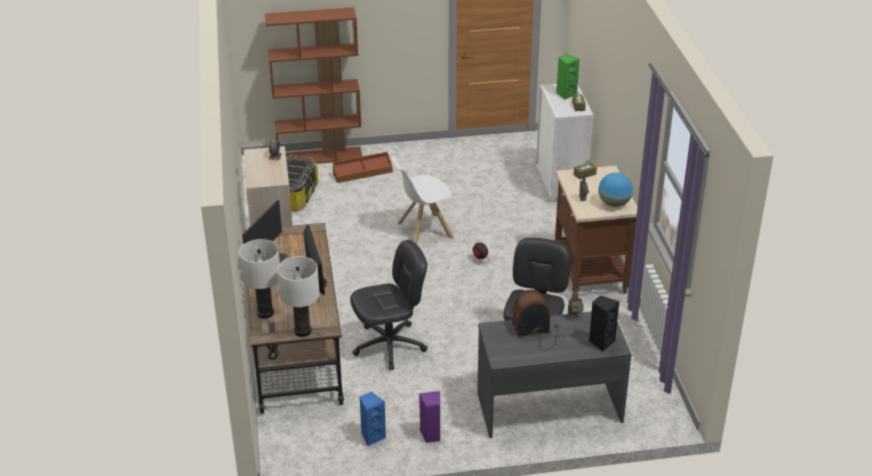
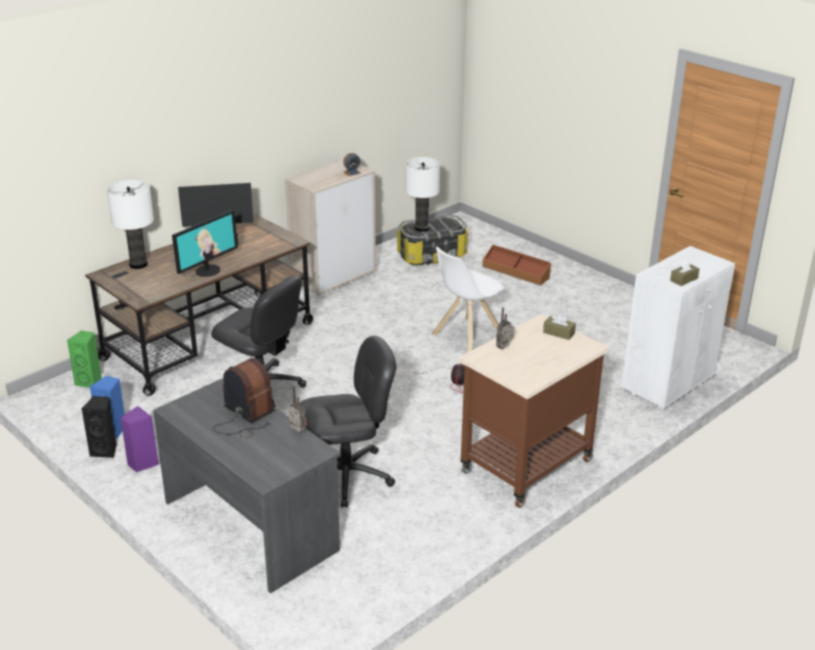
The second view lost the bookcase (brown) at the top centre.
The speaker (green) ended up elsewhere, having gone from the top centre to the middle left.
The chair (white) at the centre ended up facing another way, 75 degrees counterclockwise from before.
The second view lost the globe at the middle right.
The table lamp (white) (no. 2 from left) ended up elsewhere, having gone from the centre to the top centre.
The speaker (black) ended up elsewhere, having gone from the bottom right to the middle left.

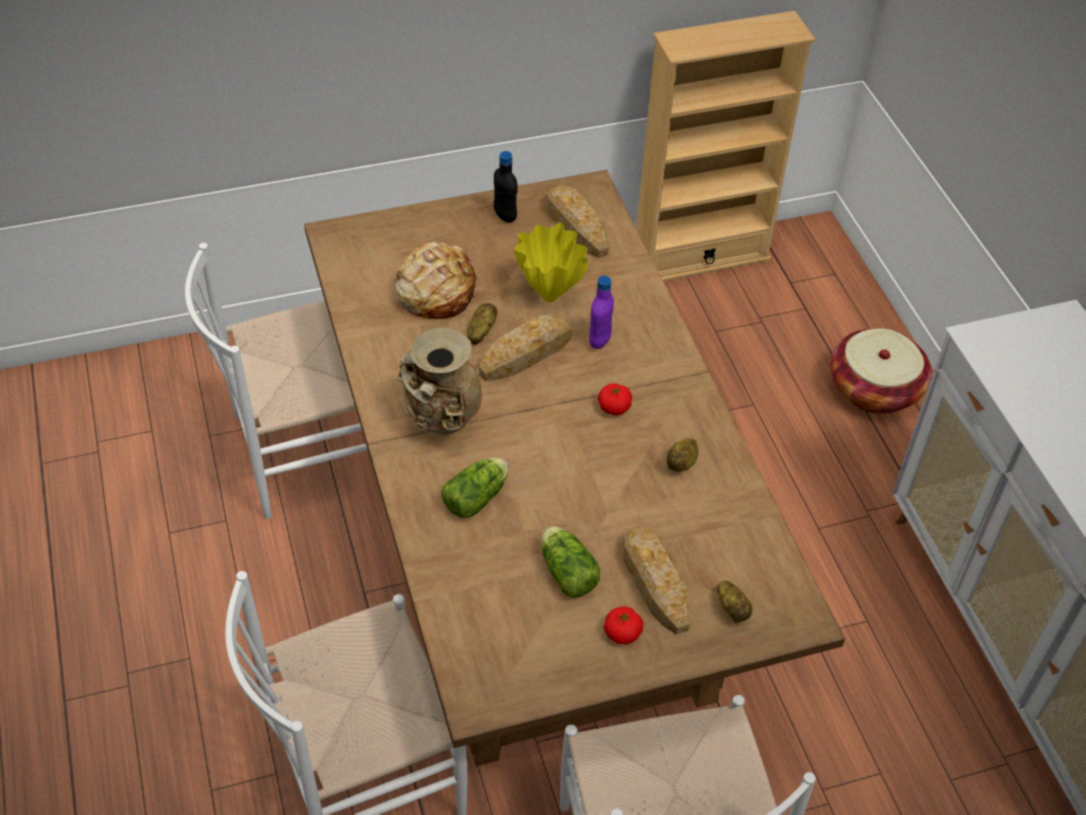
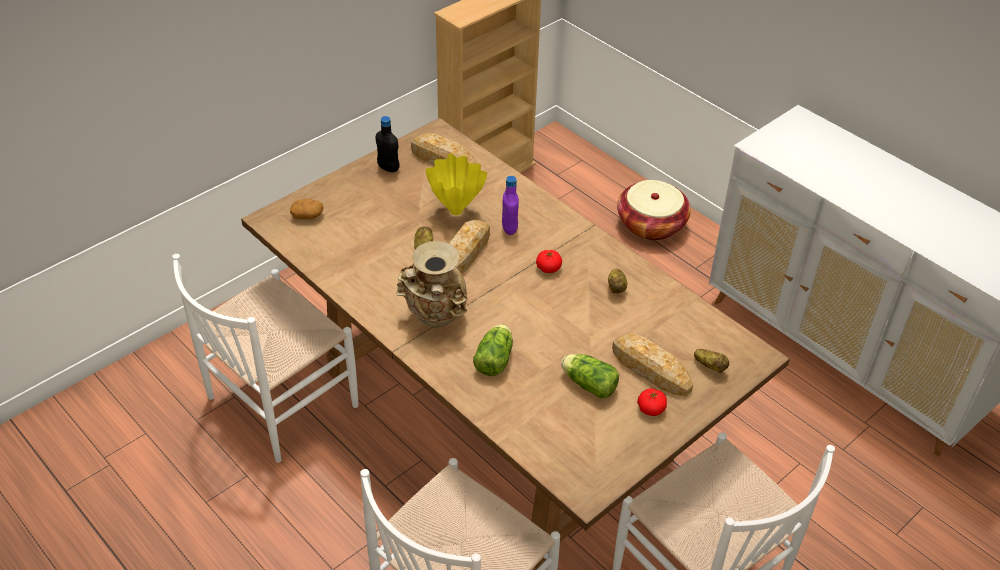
The second view lost the bread (no. 1 from left) at the centre.
The second view gained the potato (no. 1 from left) at the middle left.

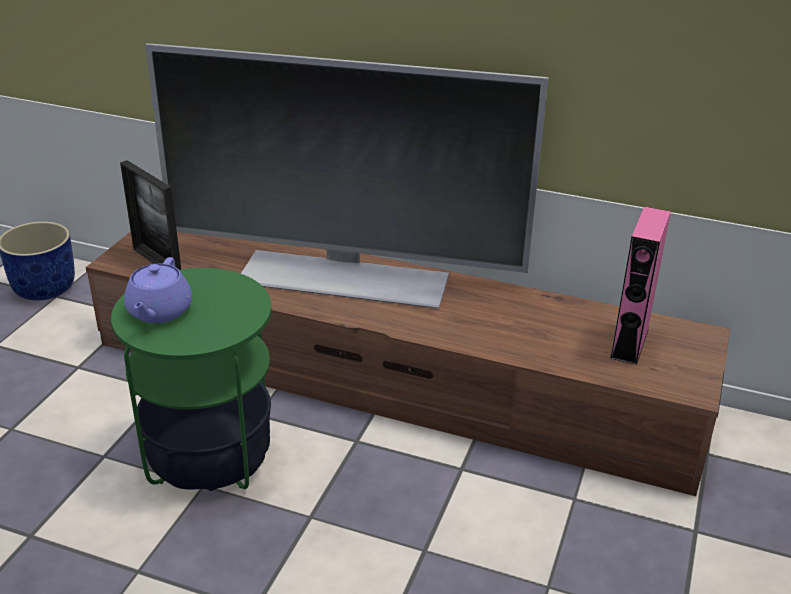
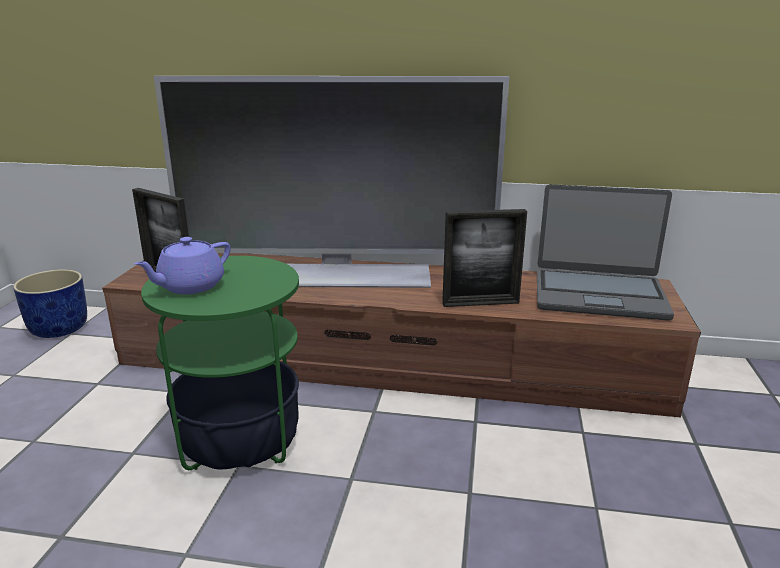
Where the speaker (pink) stood at the middle right, the laptop came to stand at the middle right.
The teapot (purple) at the middle left ended up facing another way, 45 degrees clockwise from before.
The second view gained the picture frame (no. 2 from left) at the centre.

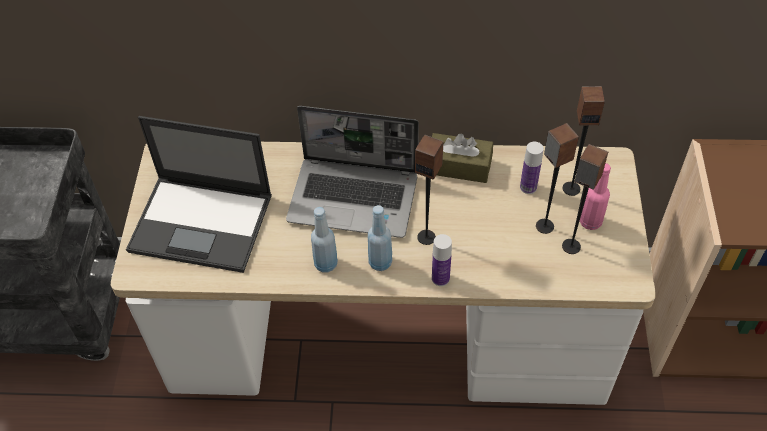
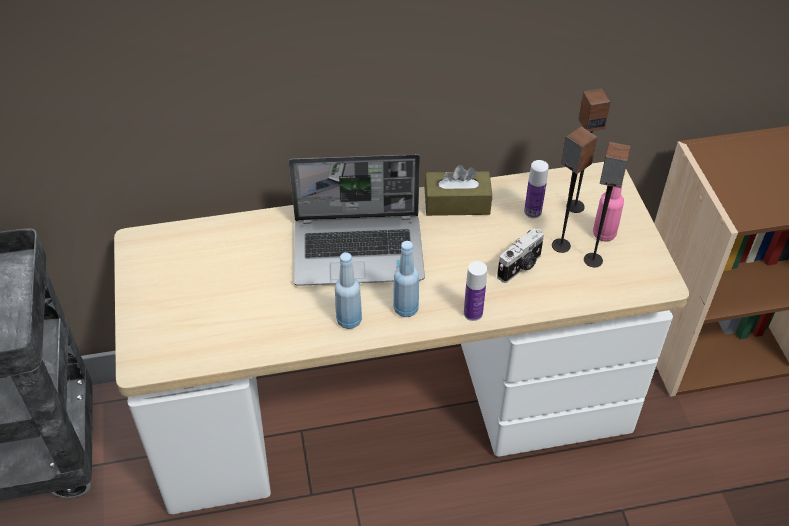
The second view lost the laptop (no. 1 from left) at the middle left.
The second view lost the speaker (no. 1 from left) at the centre.
The second view gained the photo camera at the centre.

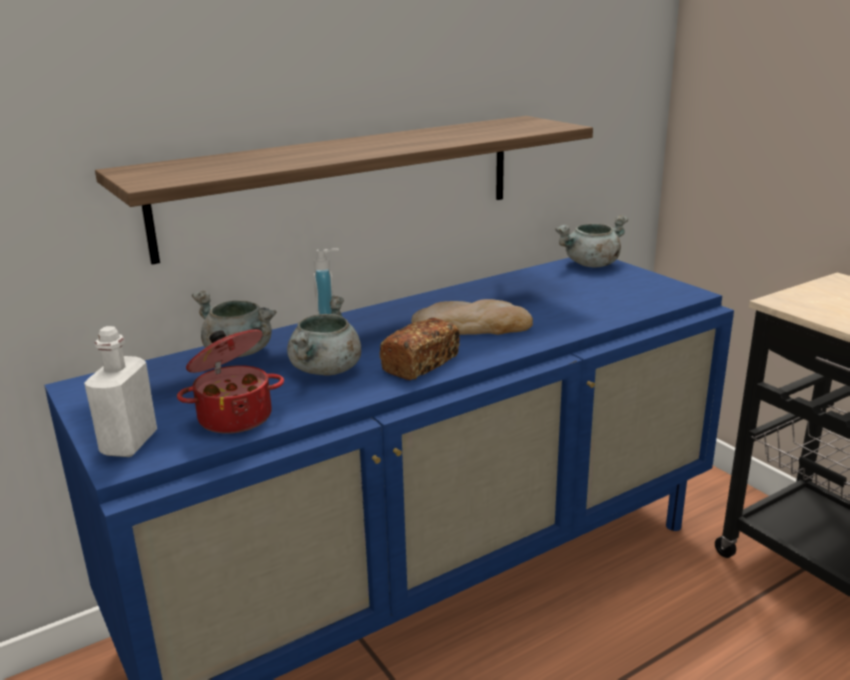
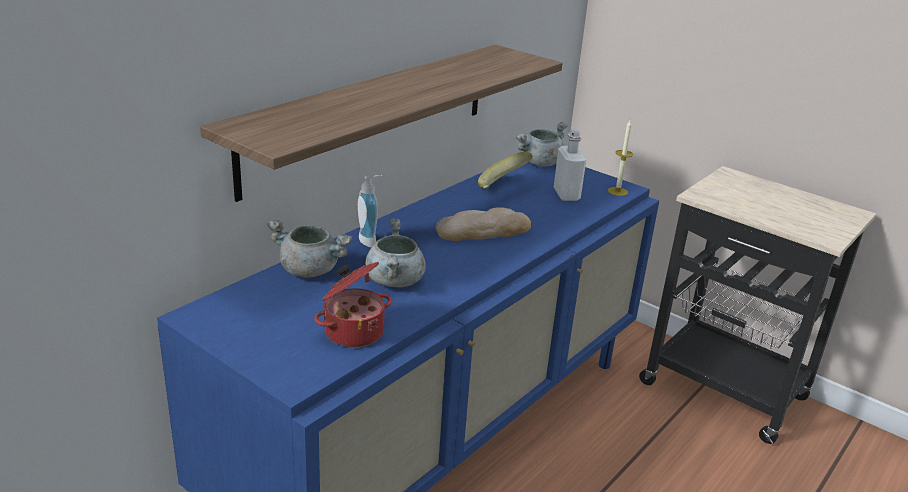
The second view lost the bread (no. 1 from left) at the centre.
The bottle (white) ended up elsewhere, having gone from the middle left to the centre.
The second view gained the candle at the top right.
The second view gained the banana at the centre.

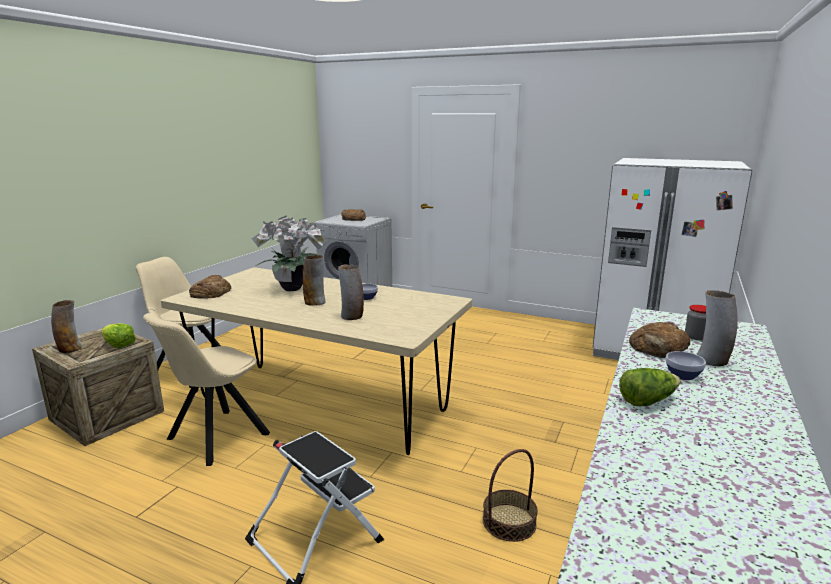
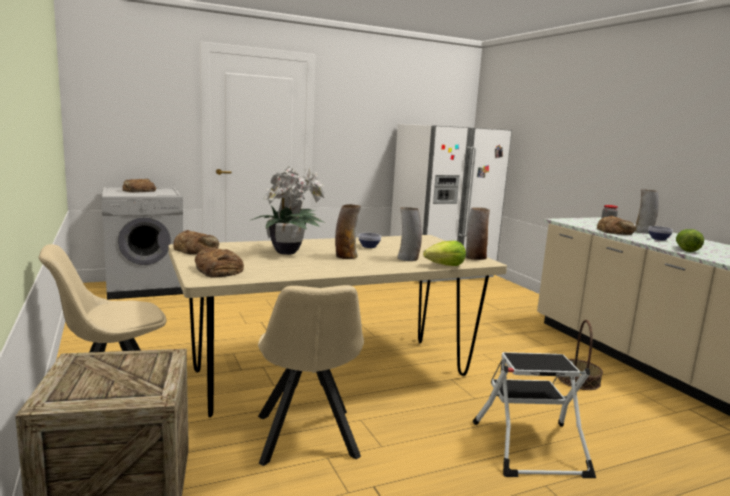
The vase (no. 1 from left in the first image) ended up elsewhere, having gone from the middle left to the centre.
The lettuce (no. 1 from left) ended up elsewhere, having gone from the middle left to the centre.
The second view gained the bread (no. 2 from left) at the middle left.

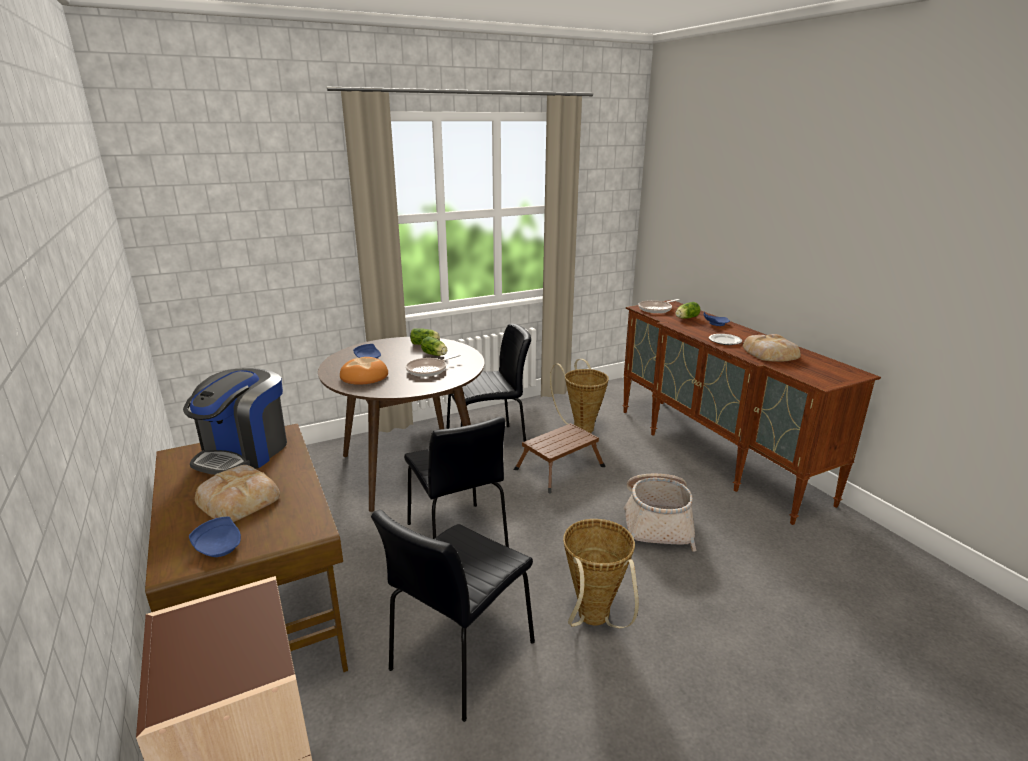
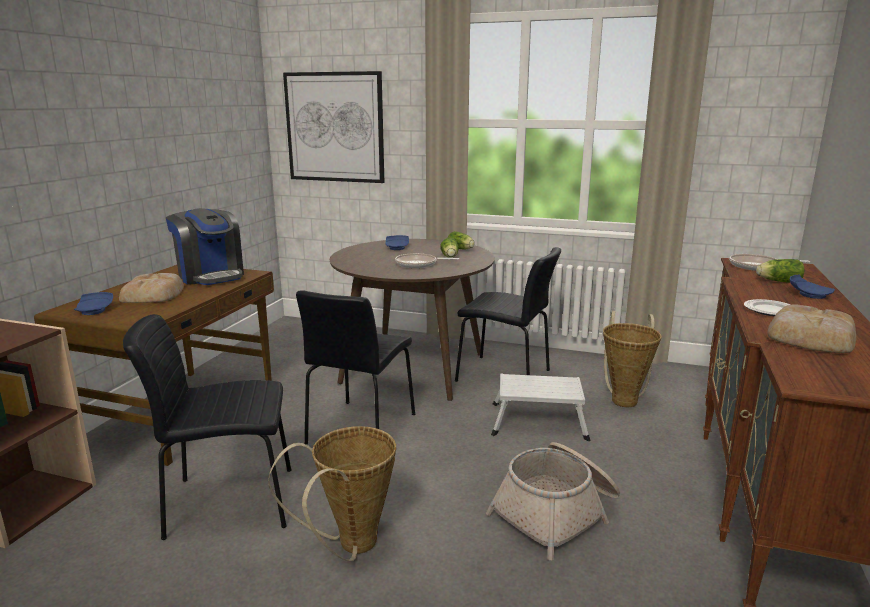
The second view lost the bread (no. 2 from left) at the centre.
The coffee machine at the middle left ended up facing another way, 105 degrees counterclockwise from before.
What was the step ladder (brown) at the centre turned into the step ladder (white) at the bottom centre.
The second view gained the picture at the top centre.

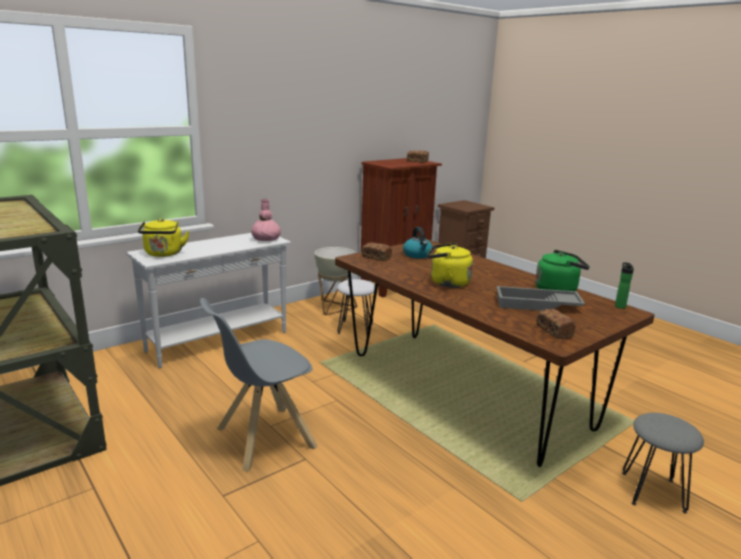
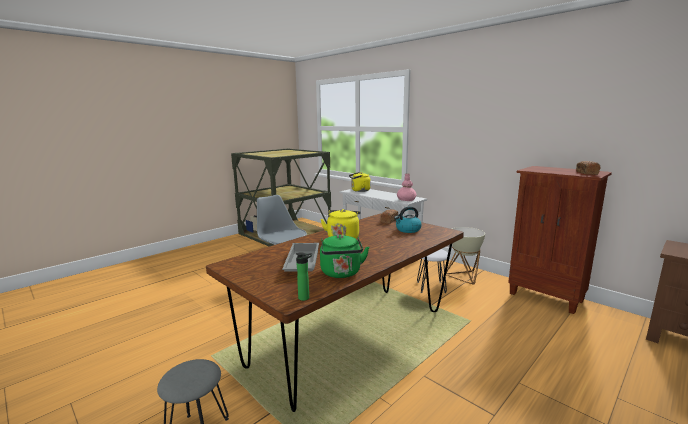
The second view lost the bread (no. 3 from left) at the middle right.

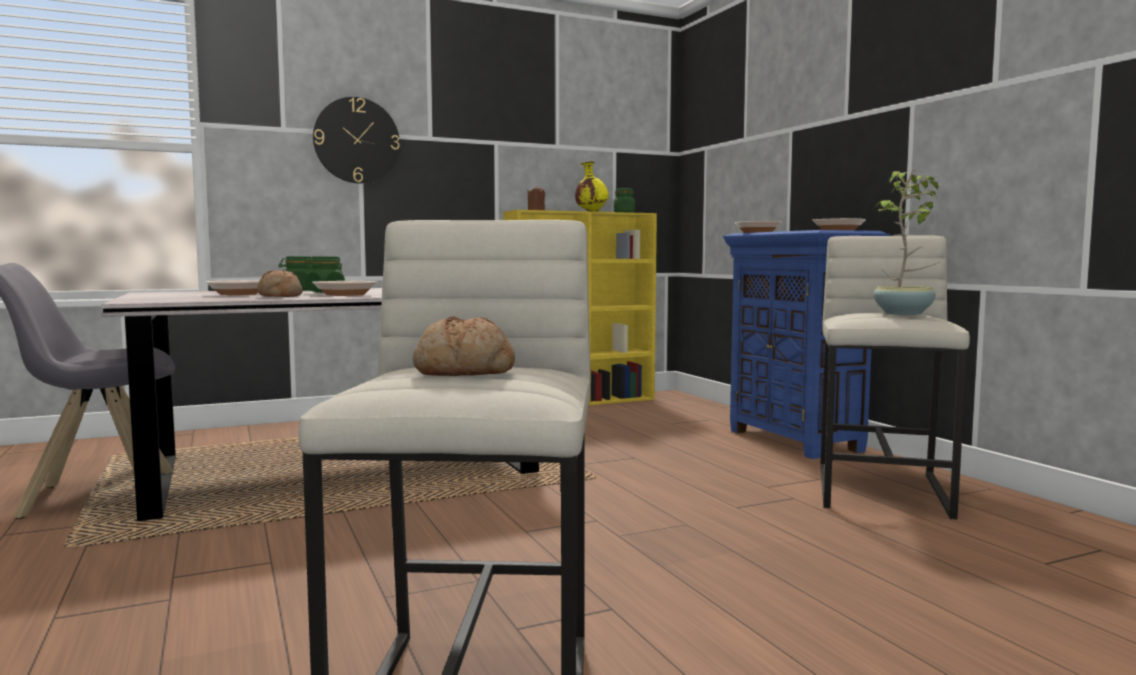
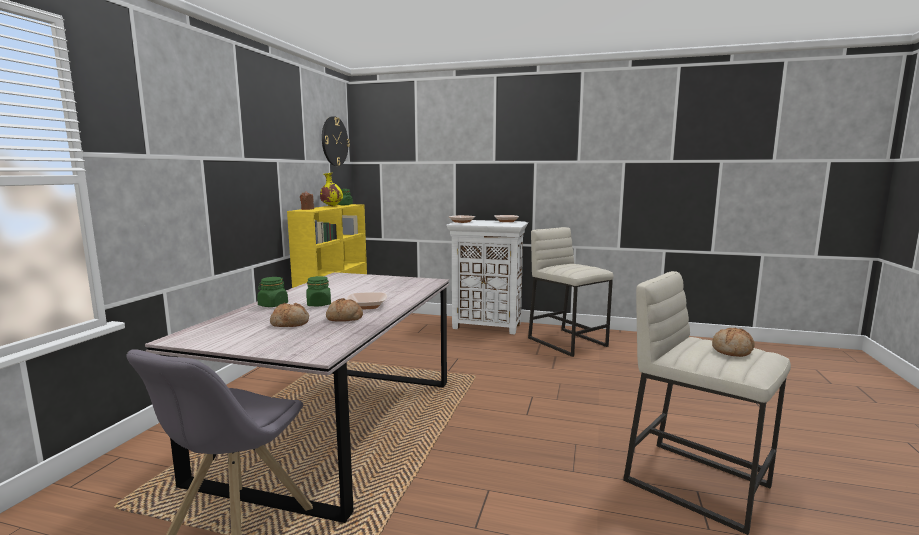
The wall clock ended up elsewhere, having gone from the top left to the top centre.
The second view lost the potted plant at the middle right.
What was the cabinet (blue) at the middle right turned into the cabinet (white) at the centre.
Where the bowl (no. 1 from left) stood at the middle left, the bread (no. 1 from left) came to stand at the middle left.

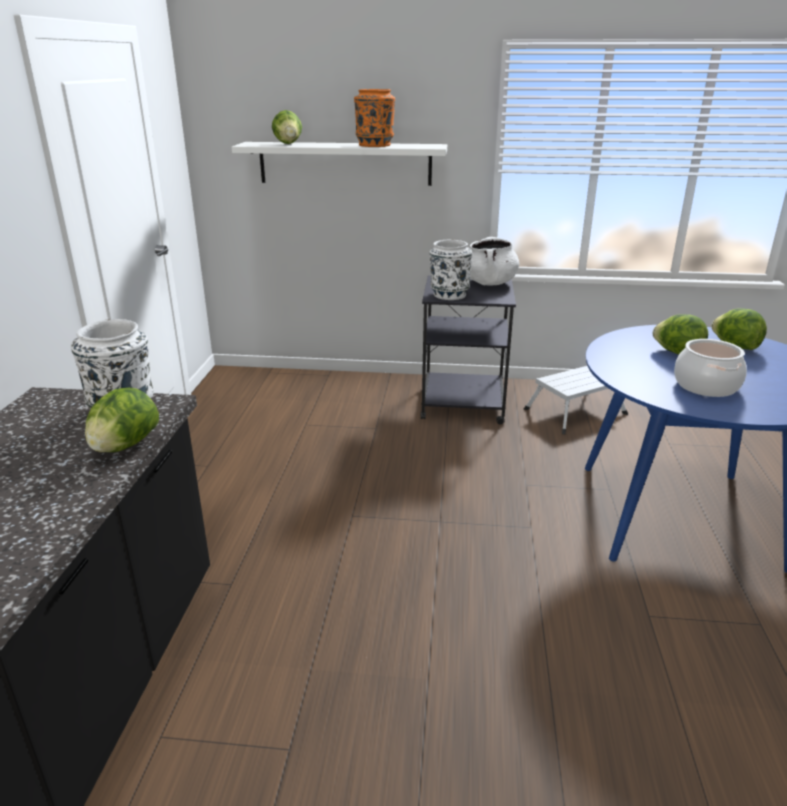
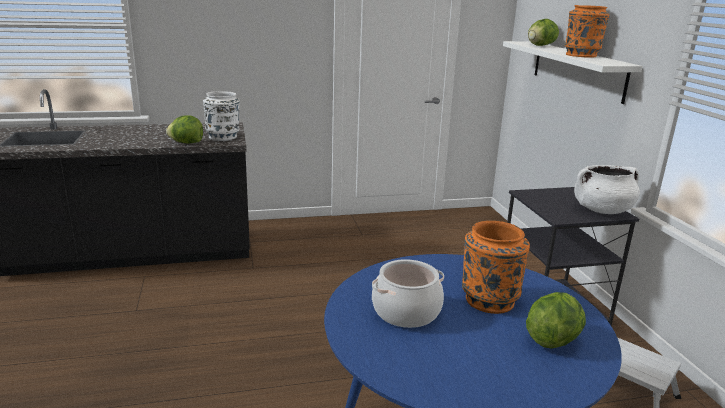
The second view lost the vase (white) (no. 2 from left) at the centre.
Where the lettuce (no. 3 from left) stood at the middle right, the vase (orange) (no. 1 from left) came to stand at the middle right.

